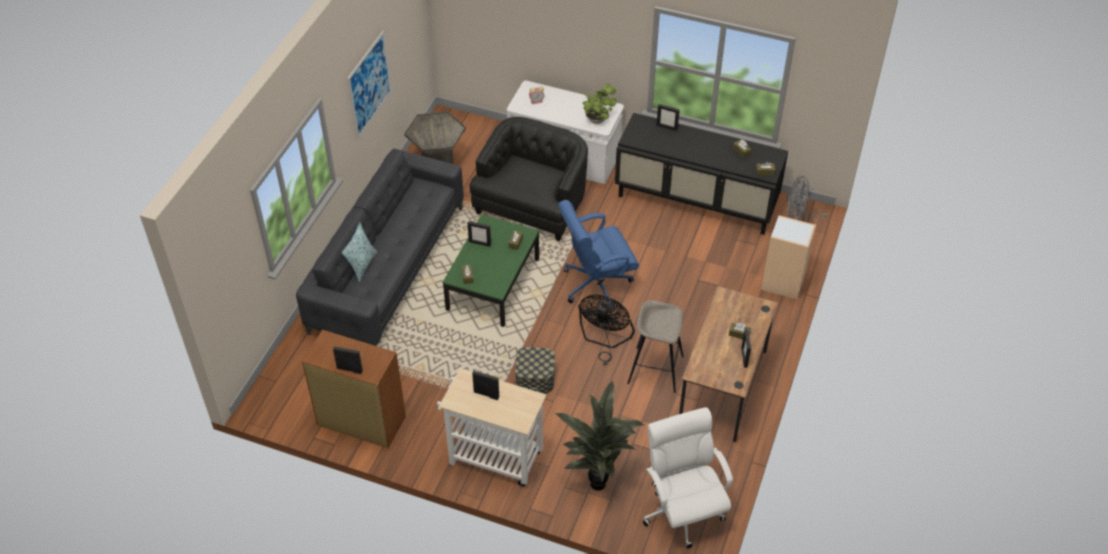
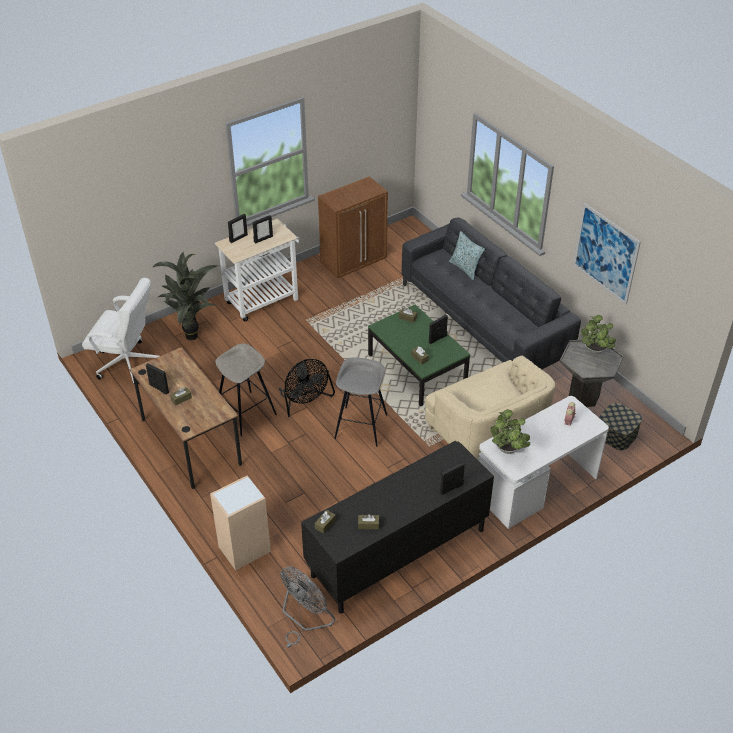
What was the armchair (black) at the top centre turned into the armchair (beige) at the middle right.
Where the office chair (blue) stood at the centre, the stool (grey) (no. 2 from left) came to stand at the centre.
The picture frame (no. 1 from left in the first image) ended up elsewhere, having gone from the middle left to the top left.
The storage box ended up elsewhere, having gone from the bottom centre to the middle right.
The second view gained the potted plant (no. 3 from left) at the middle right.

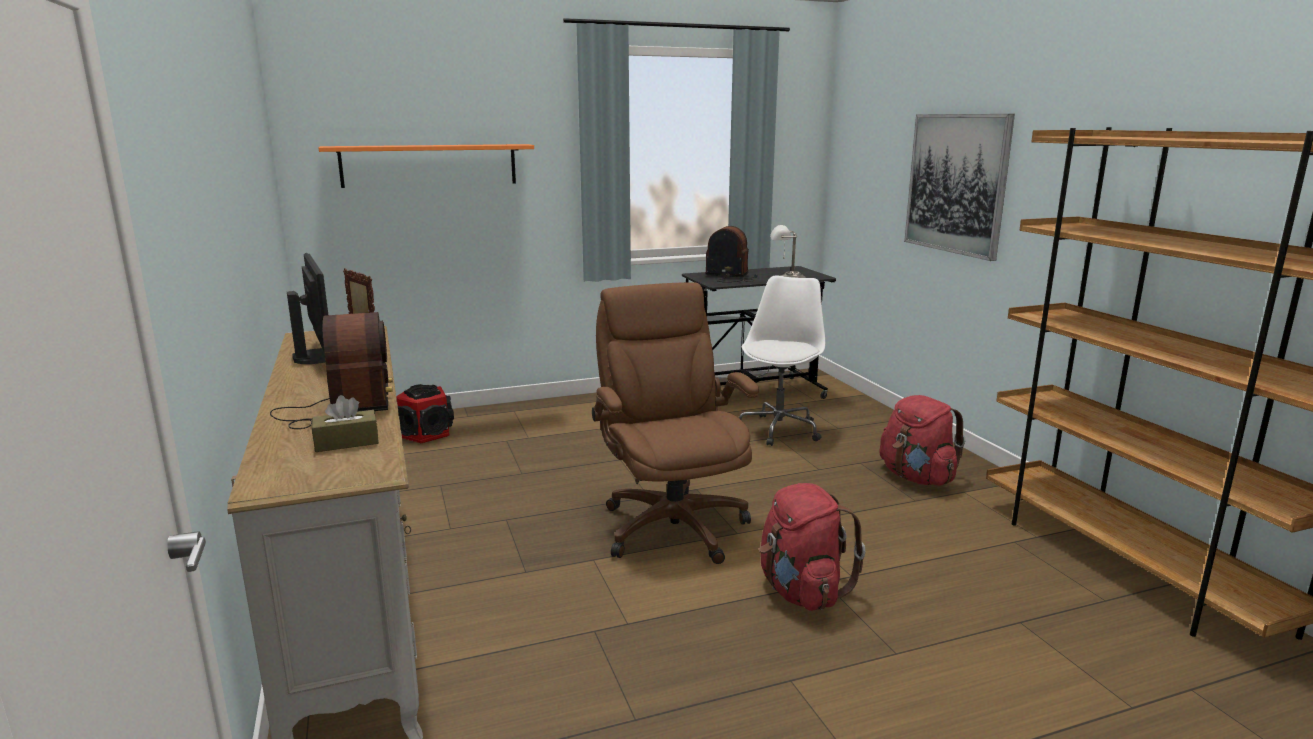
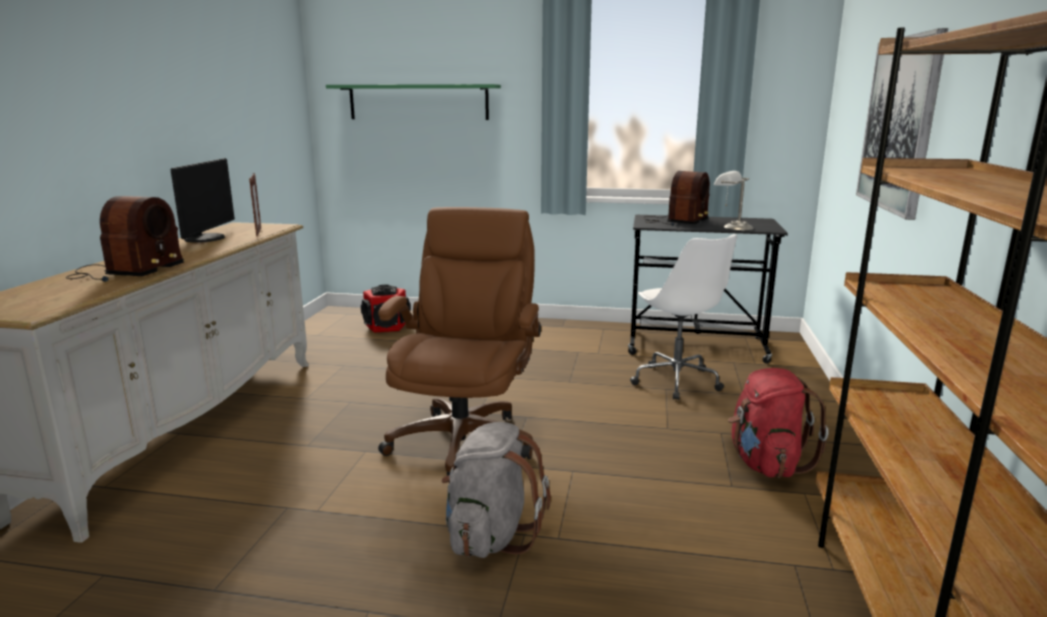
What was the shelf (orange) at the top left turned into the shelf (green) at the top centre.
The radio (no. 2 from left) at the centre ended up facing another way, 75 degrees clockwise from before.
The office chair (white) at the centre ended up facing another way, 105 degrees clockwise from before.
The second view lost the tissue box (brown) at the middle left.
What was the backpack (red) (no. 1 from left) at the bottom centre turned into the backpack (grey) at the bottom centre.

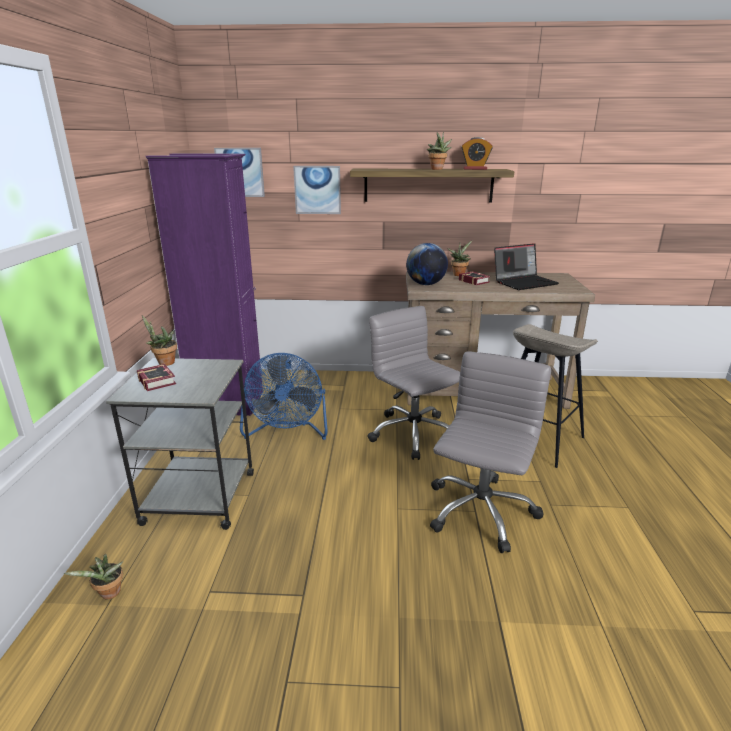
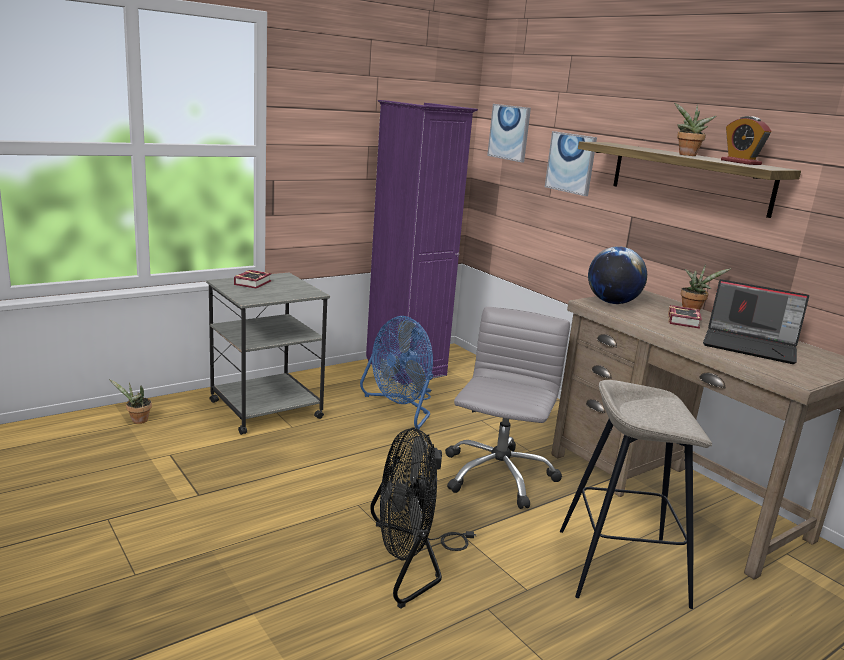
The second view lost the potted plant (no. 2 from left) at the middle left.
Where the office chair (grey) (no. 2 from left) stood at the middle right, the fan (black) came to stand at the bottom centre.

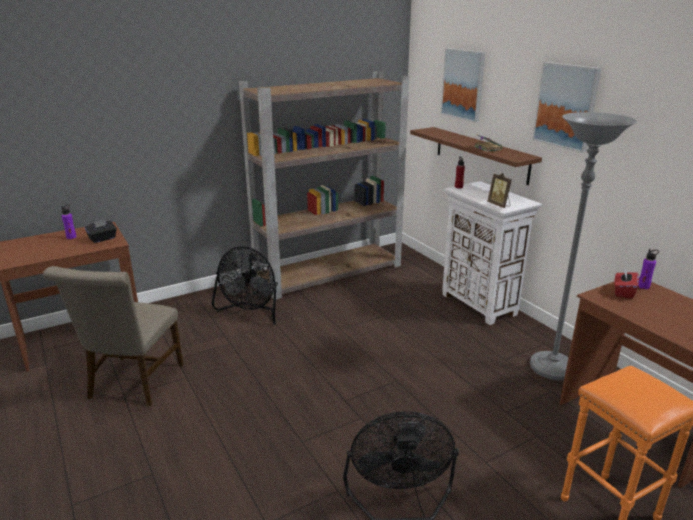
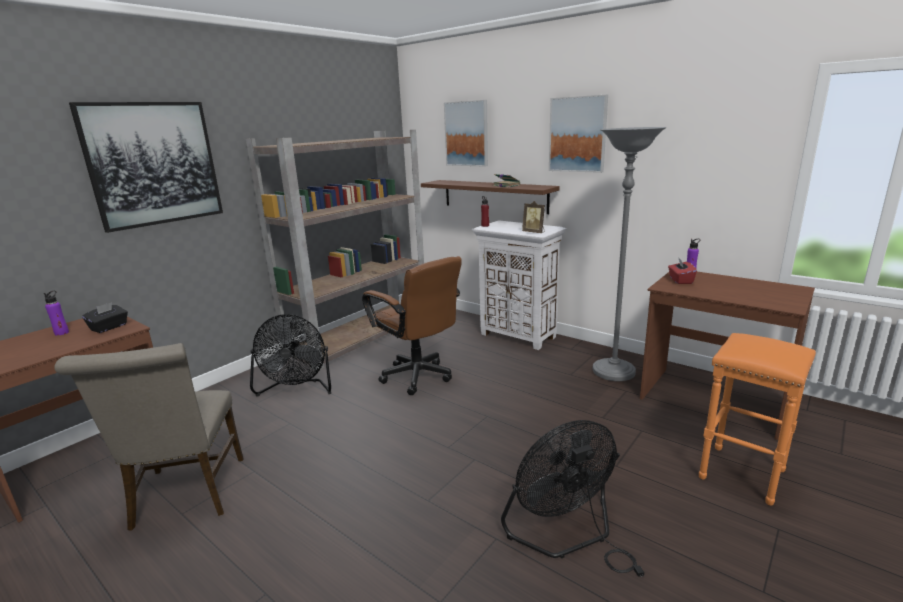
The second view gained the picture (no. 1 from left) at the top left.
The second view gained the office chair (brown) at the centre.

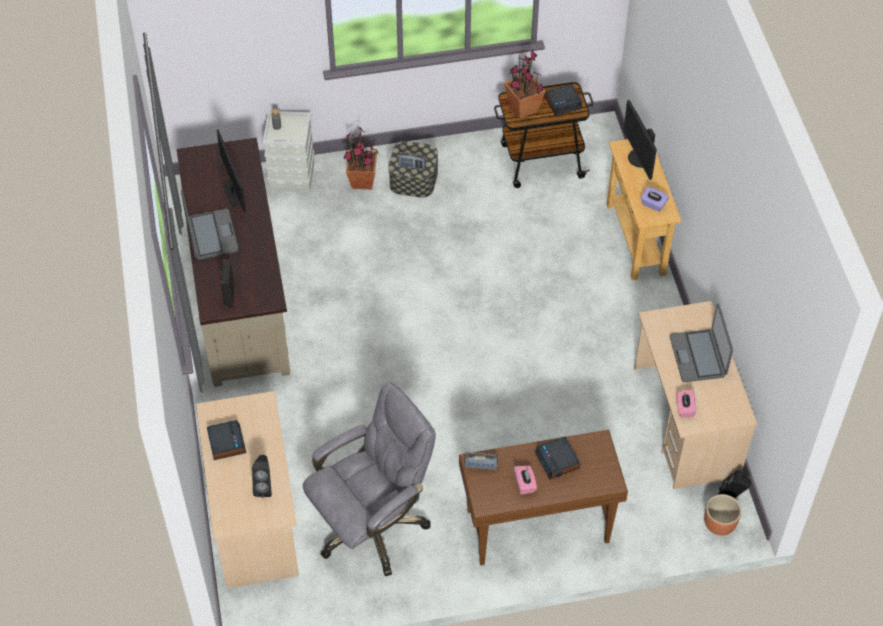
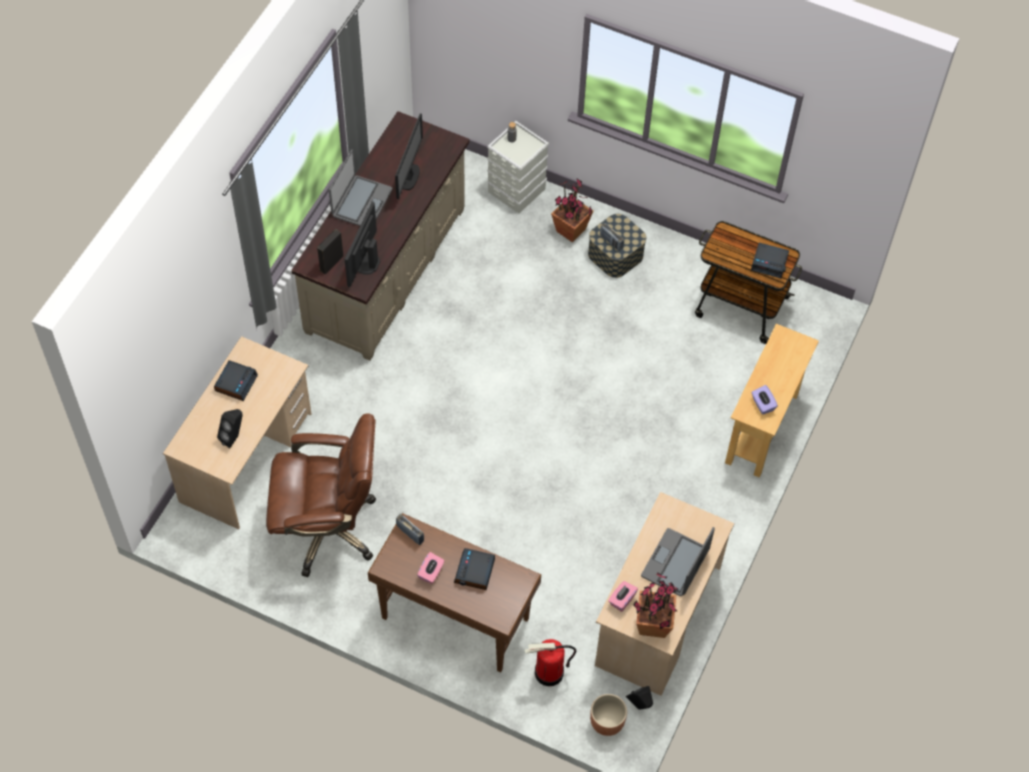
The potted plant (no. 2 from left) ended up elsewhere, having gone from the top centre to the bottom centre.
The monitor (no. 2 from left in the first image) ended up elsewhere, having gone from the top right to the top centre.
What was the office chair (grey) at the bottom centre turned into the office chair (brown) at the middle left.
The second view gained the fire extinguisher at the bottom centre.

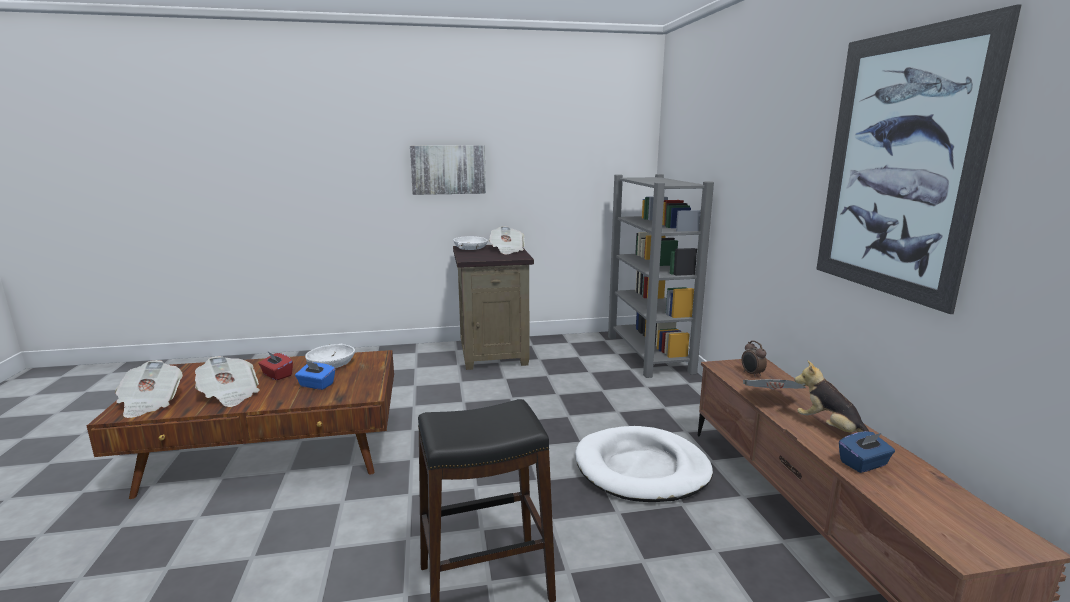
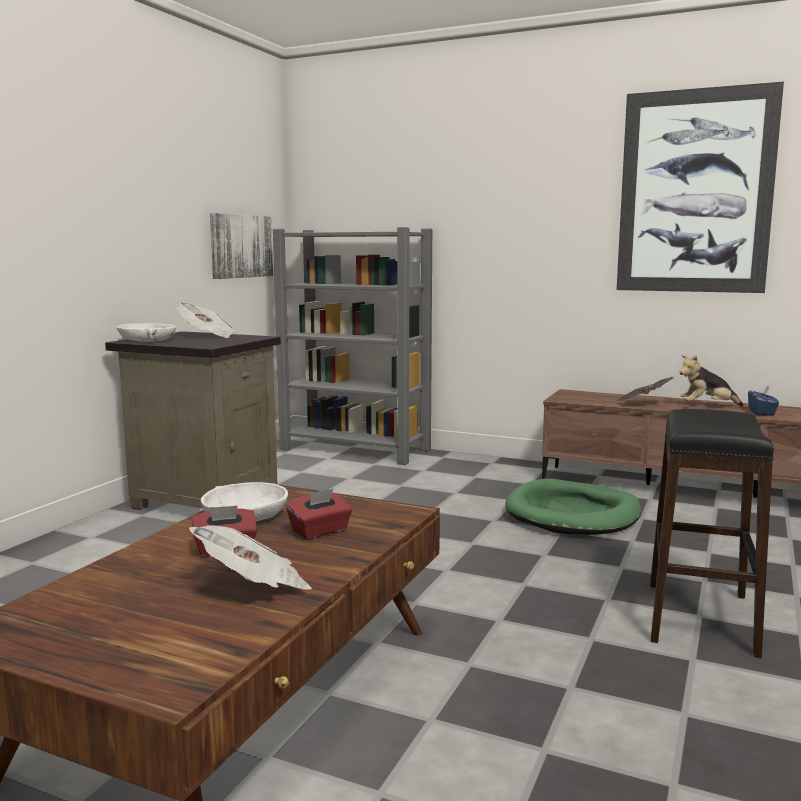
The picture (no. 1 from left) ended up elsewhere, having gone from the top centre to the top left.
The second view lost the alarm clock at the middle right.
The second view lost the newspaper (no. 1 from left) at the middle left.
What was the tissue box (blue) (no. 1 from left) at the middle left turned into the tissue box (red) (no. 2 from left) at the centre.
What was the dog bed (white) at the bottom centre turned into the dog bed (green) at the middle right.

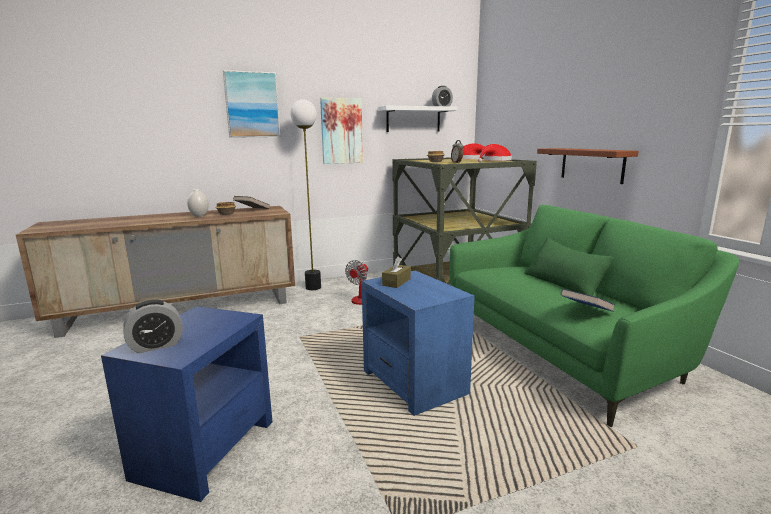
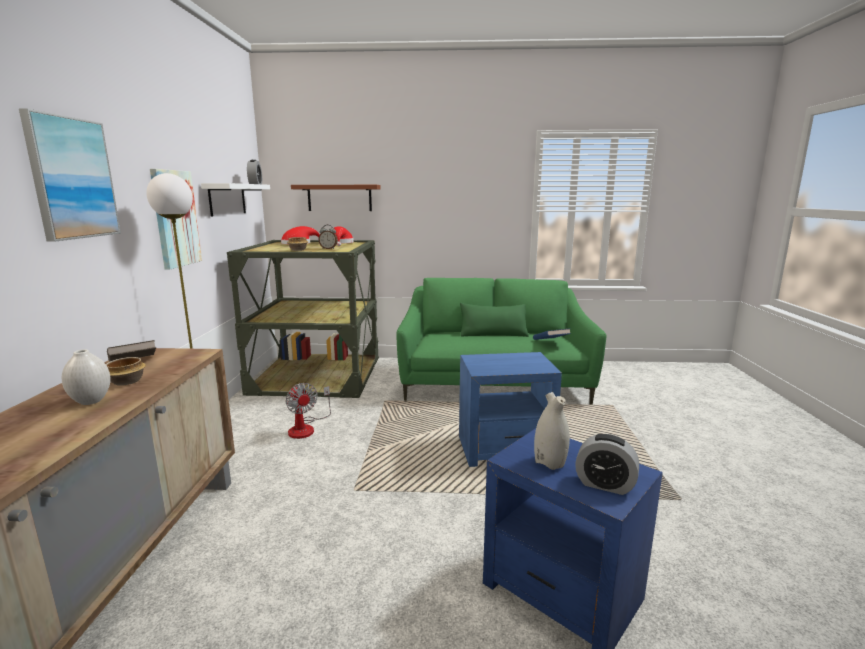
The shelf (brown) ended up elsewhere, having gone from the top right to the top centre.
The second view lost the tissue box (brown) at the centre.
The alarm clock (no. 1 from left in the first image) at the middle left ended up facing another way, 120 degrees clockwise from before.
The second view gained the vase (white) (no. 2 from left) at the centre.

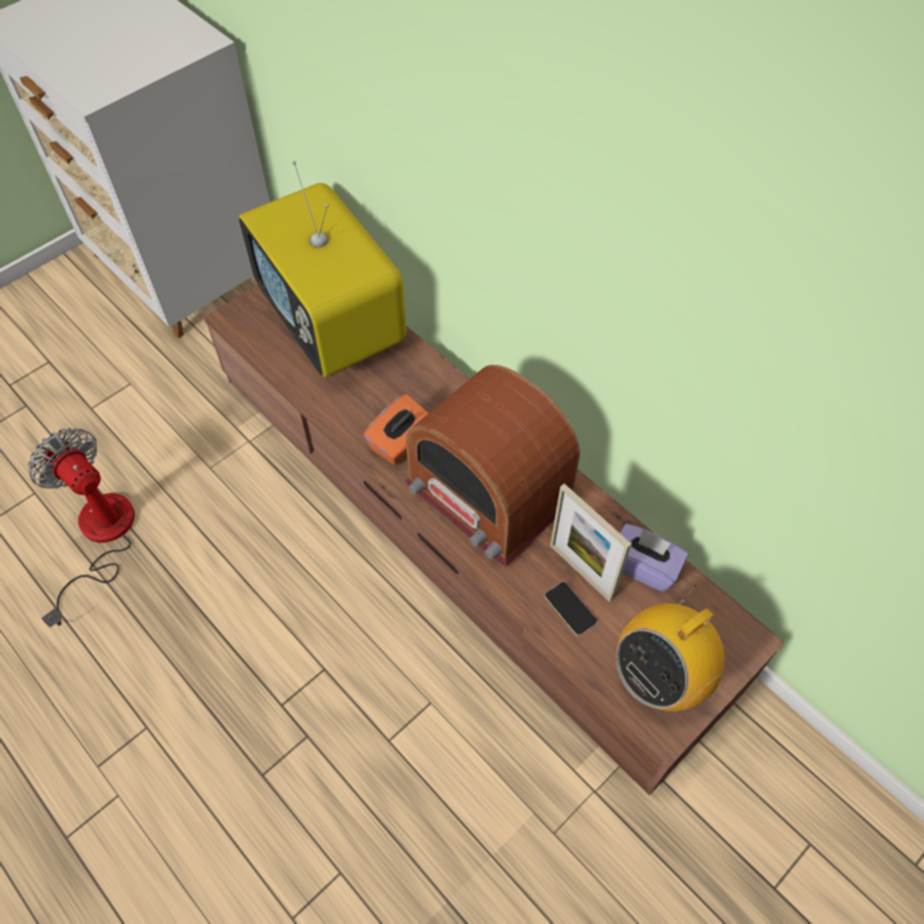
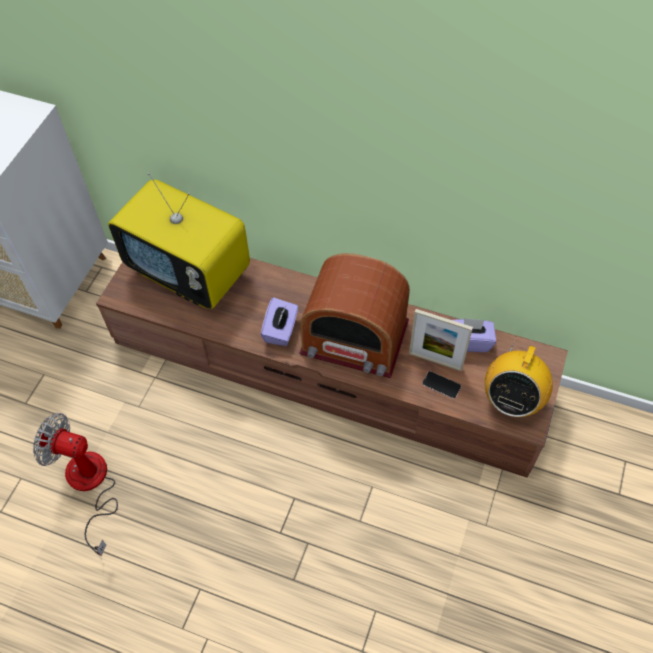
What was the tissue box (orange) at the centre turned into the tissue box (purple) (no. 1 from left) at the centre.

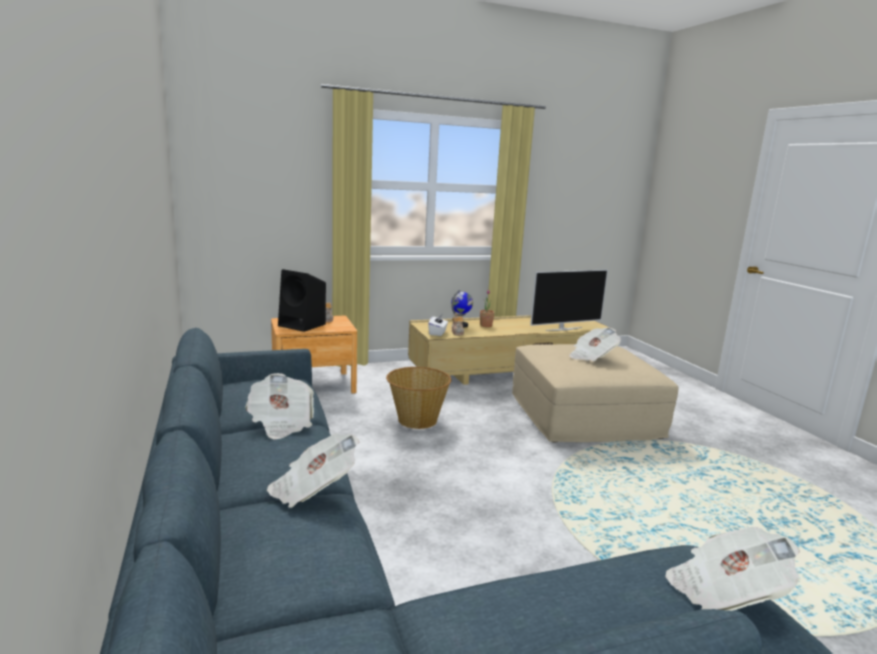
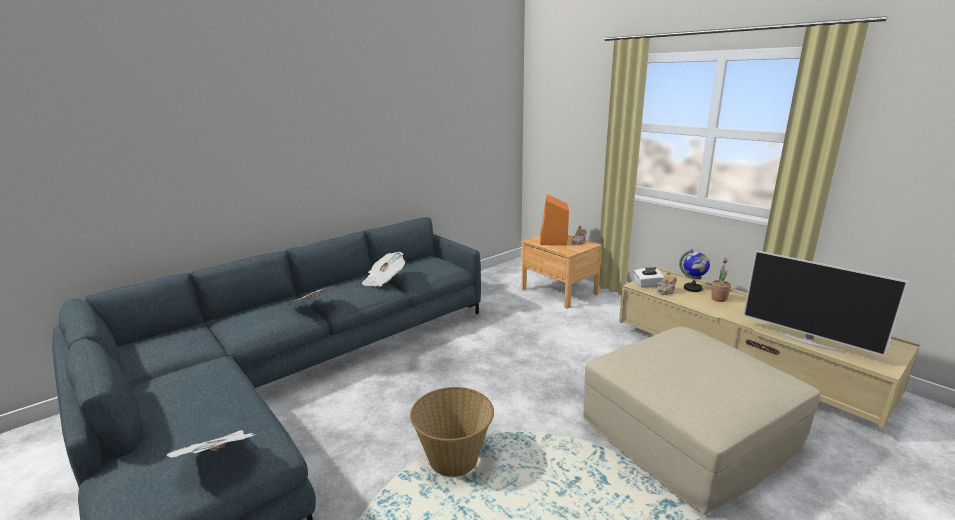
What was the speaker (black) at the centre turned into the speaker (orange) at the centre.
The second view lost the newspaper (no. 3 from left) at the middle right.
The basket ended up elsewhere, having gone from the centre to the bottom centre.

